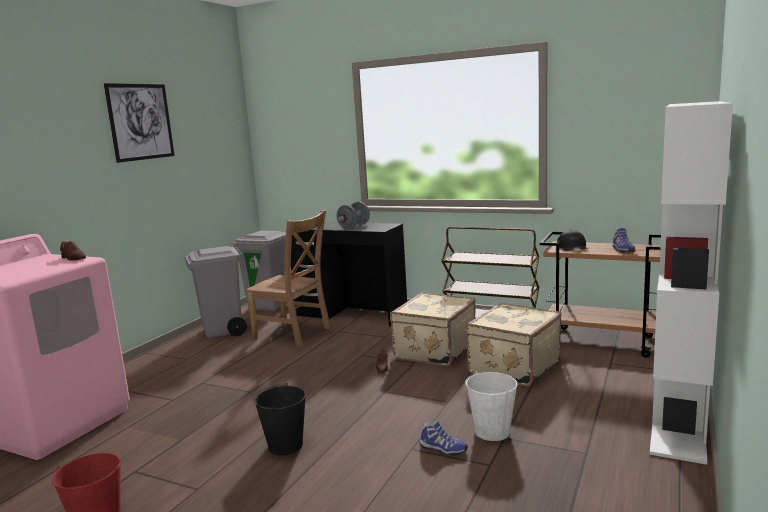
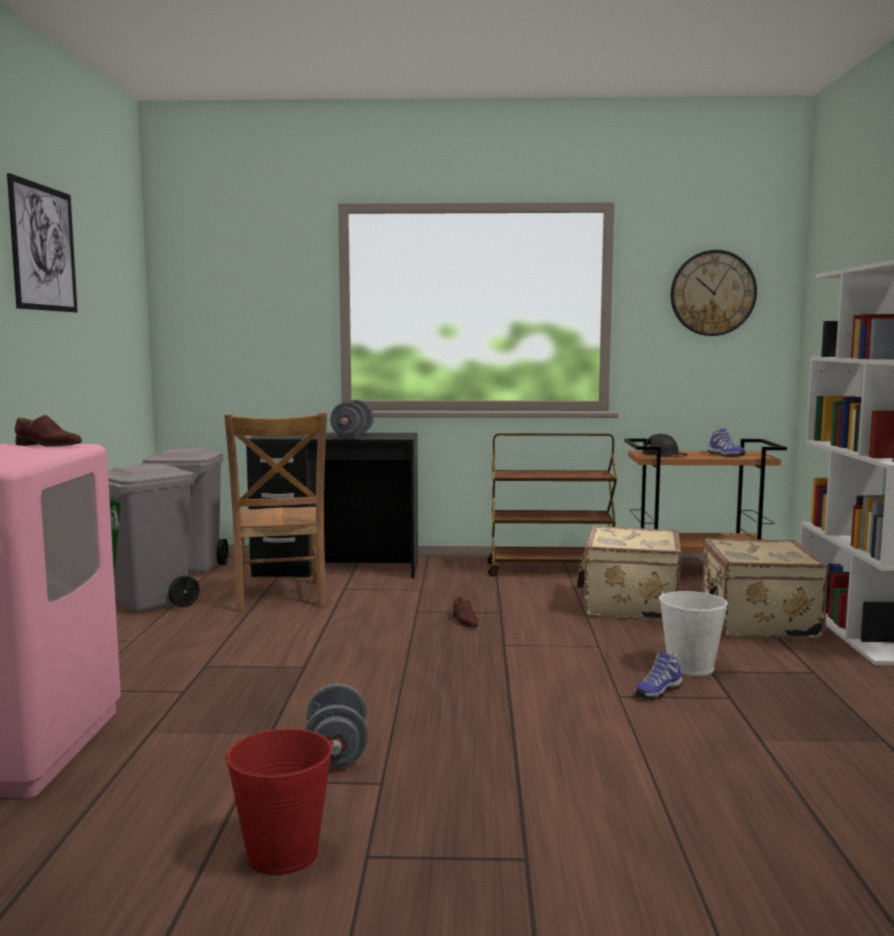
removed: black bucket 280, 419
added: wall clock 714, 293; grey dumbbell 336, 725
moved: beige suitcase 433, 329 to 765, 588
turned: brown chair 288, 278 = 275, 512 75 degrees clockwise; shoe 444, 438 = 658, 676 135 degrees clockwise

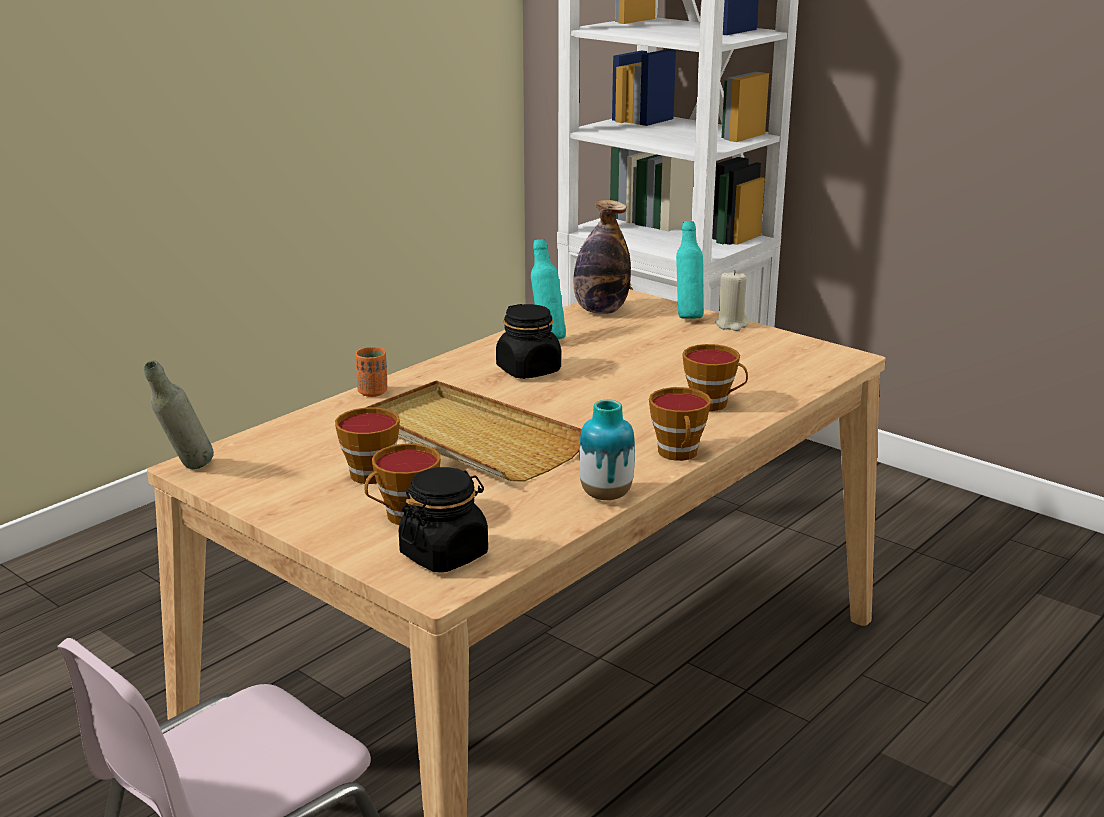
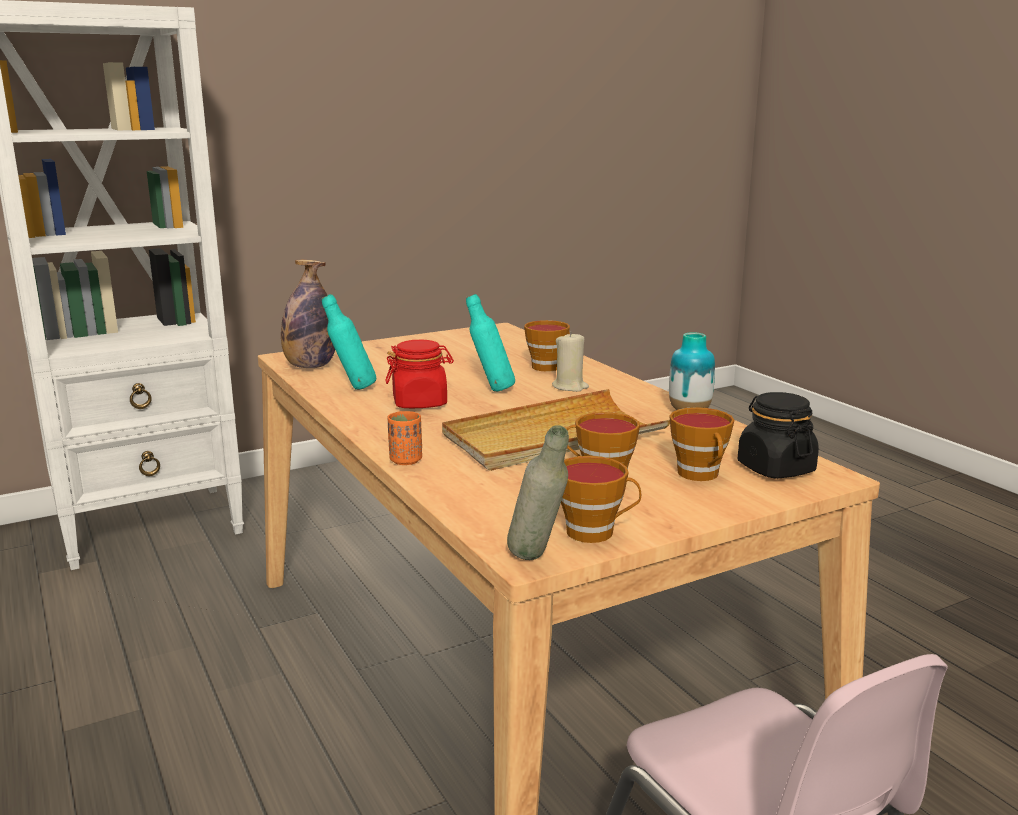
moved: turquoise bottle 690, 270 to 490, 343; beige candle 731, 300 to 570, 361; cup 680, 424 to 601, 499
recoloured: black jar 528, 341 to red jar 419, 374

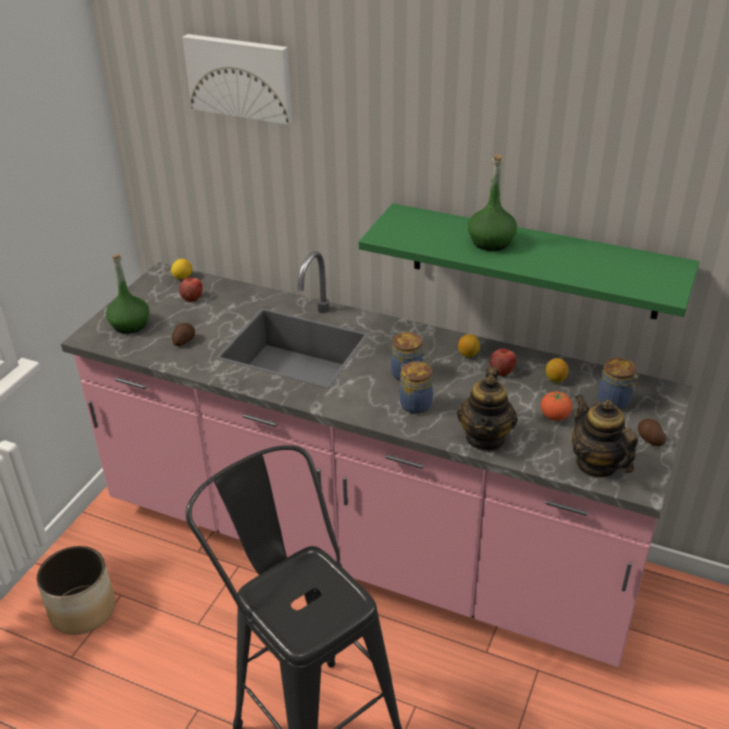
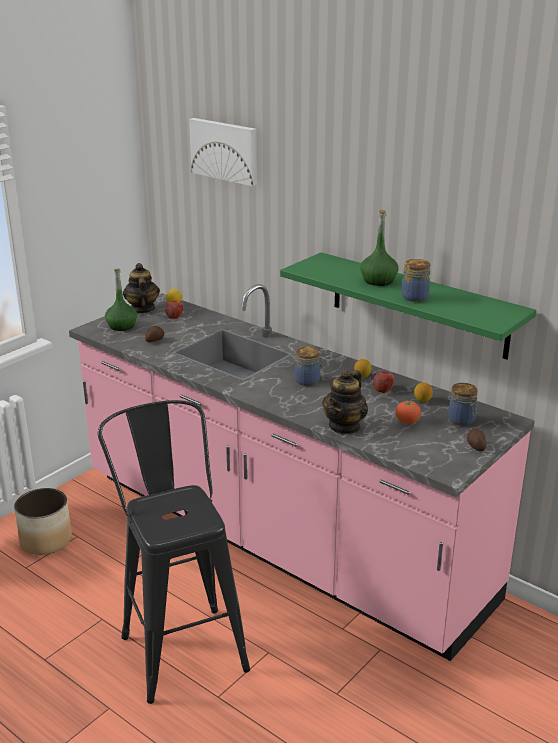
moved: jar 416, 387 to 416, 280; teapot 605, 436 to 141, 288

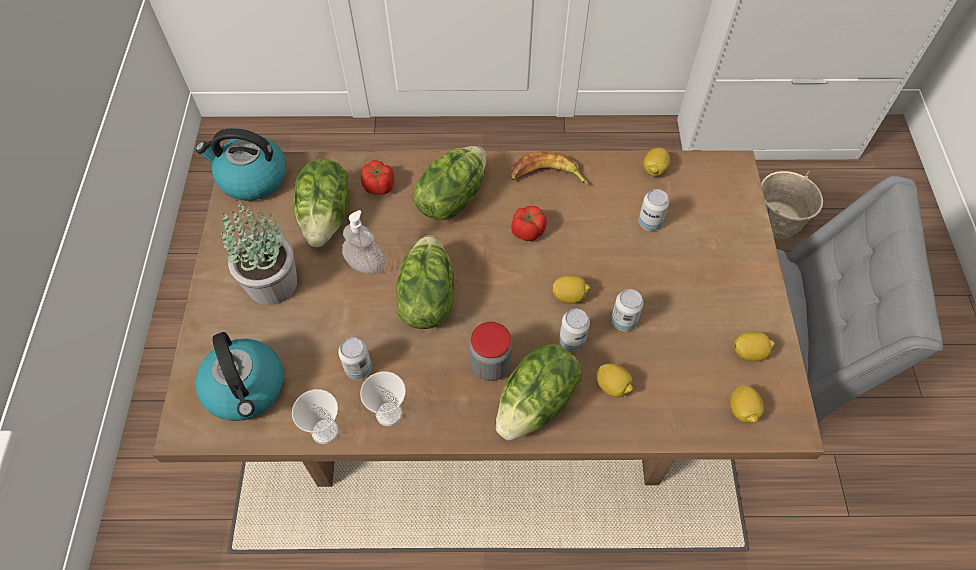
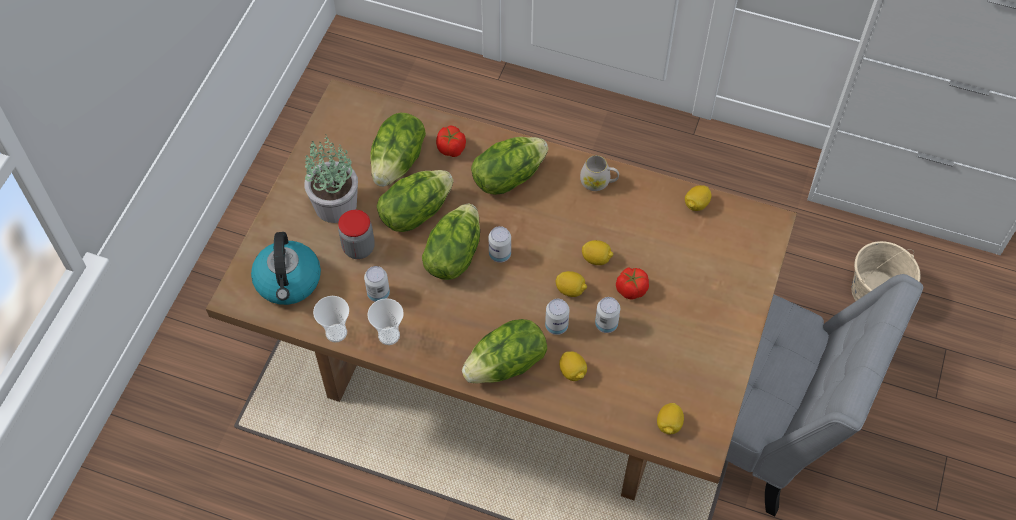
removed: kettle 241, 164
moved: can 653, 210 to 500, 244; tomato 529, 223 to 632, 284; jar 491, 351 to 356, 234; lemon 754, 346 to 598, 252
replaced: banana 550, 168 to white mug 599, 173; soap dispenser 363, 242 to lettuce 415, 201

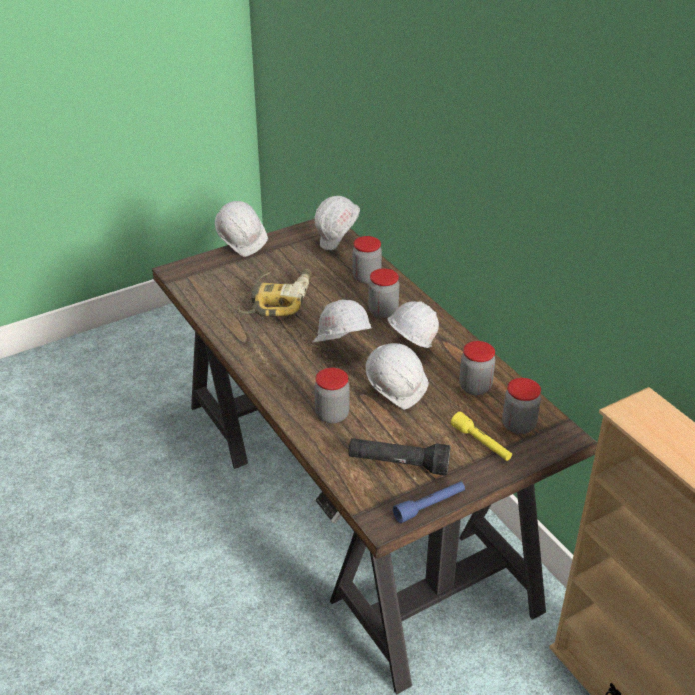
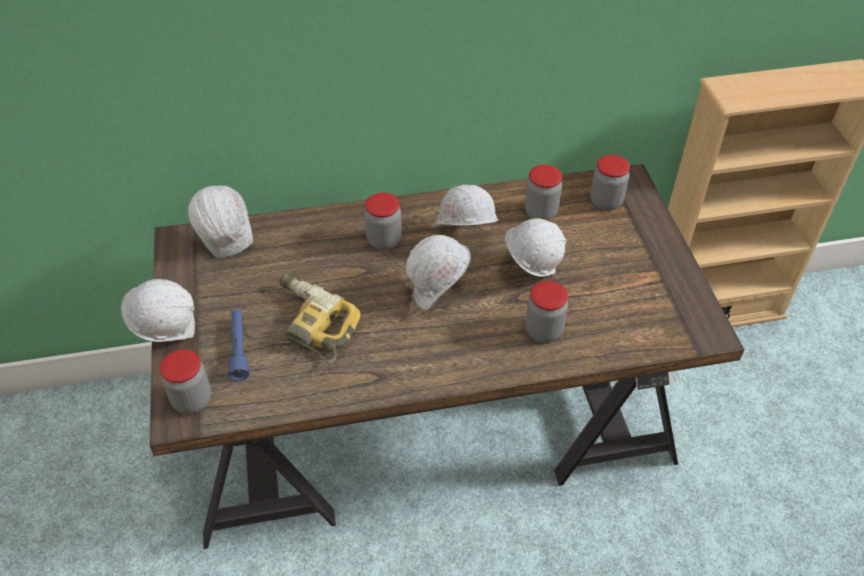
removed: yellow flashlight 481, 436; black flashlight 400, 457
moved: jar 367, 260 to 185, 381; blue flashlight 429, 502 to 239, 345

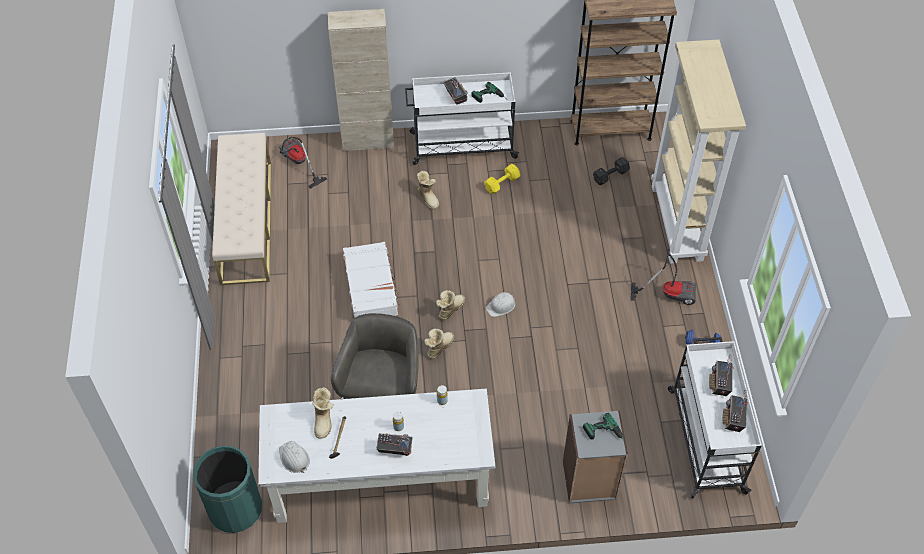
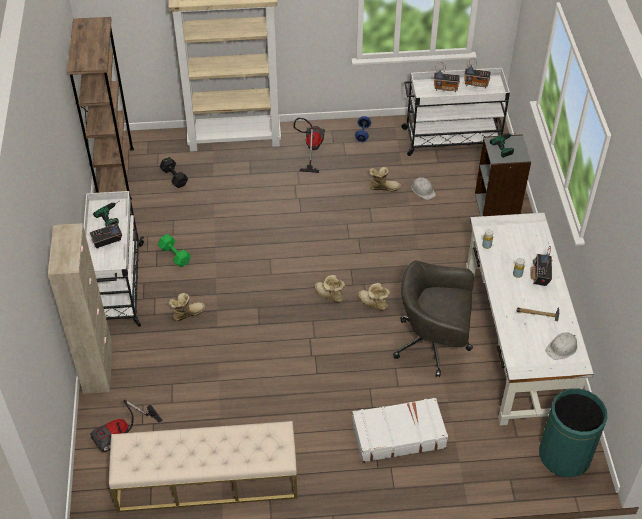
moved: white suitcase 371, 280 to 400, 430; white hard hat 500, 304 to 423, 188; boot 323, 413 to 385, 179
recoloured: yellow dumbbell 502, 179 to green dumbbell 174, 250

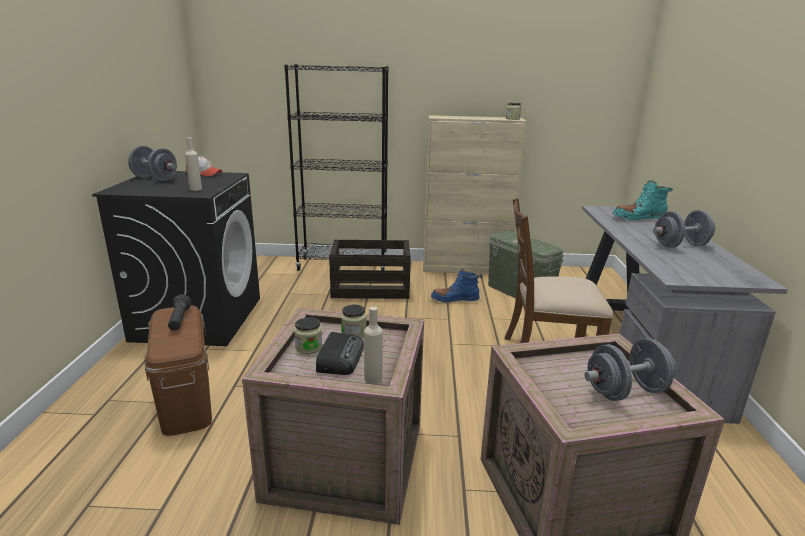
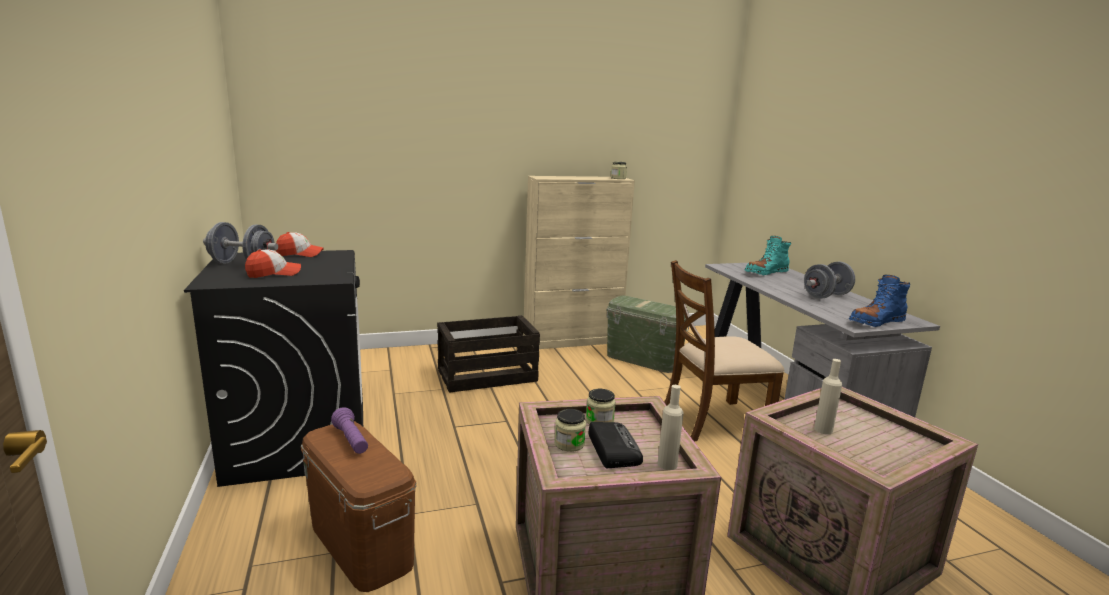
removed: black bookcase 336, 167; grey dumbbell 630, 369
added: cap 273, 263
moved: beige bottle 193, 164 to 828, 396; blue boot 457, 285 to 879, 301
recoloured: black flashlight 179, 312 to purple flashlight 349, 430

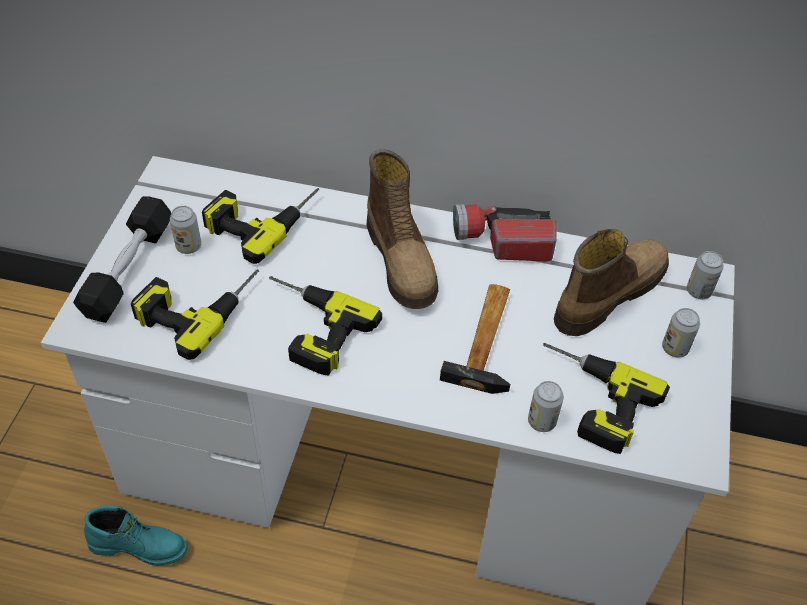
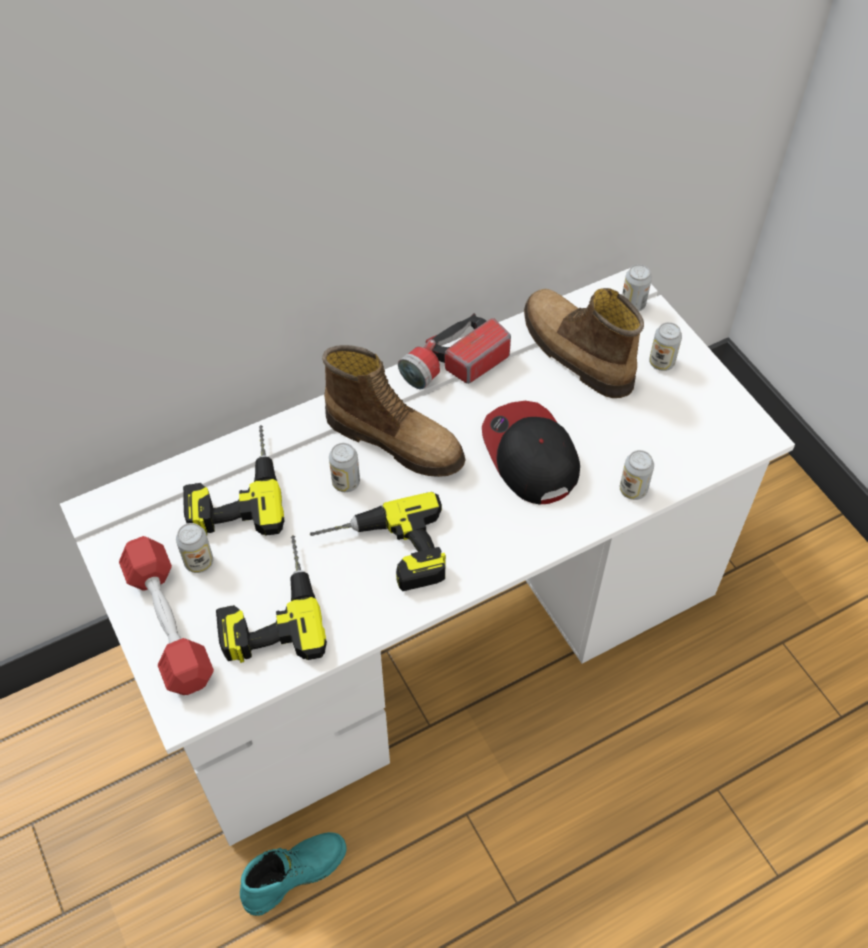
removed: power drill 606, 398
added: can 344, 467
replaced: hammer 475, 339 to cap 531, 453
recoloured: black dumbbell 122, 259 to red dumbbell 166, 615
turned: boot 611, 282 = 584, 343 45 degrees counterclockwise

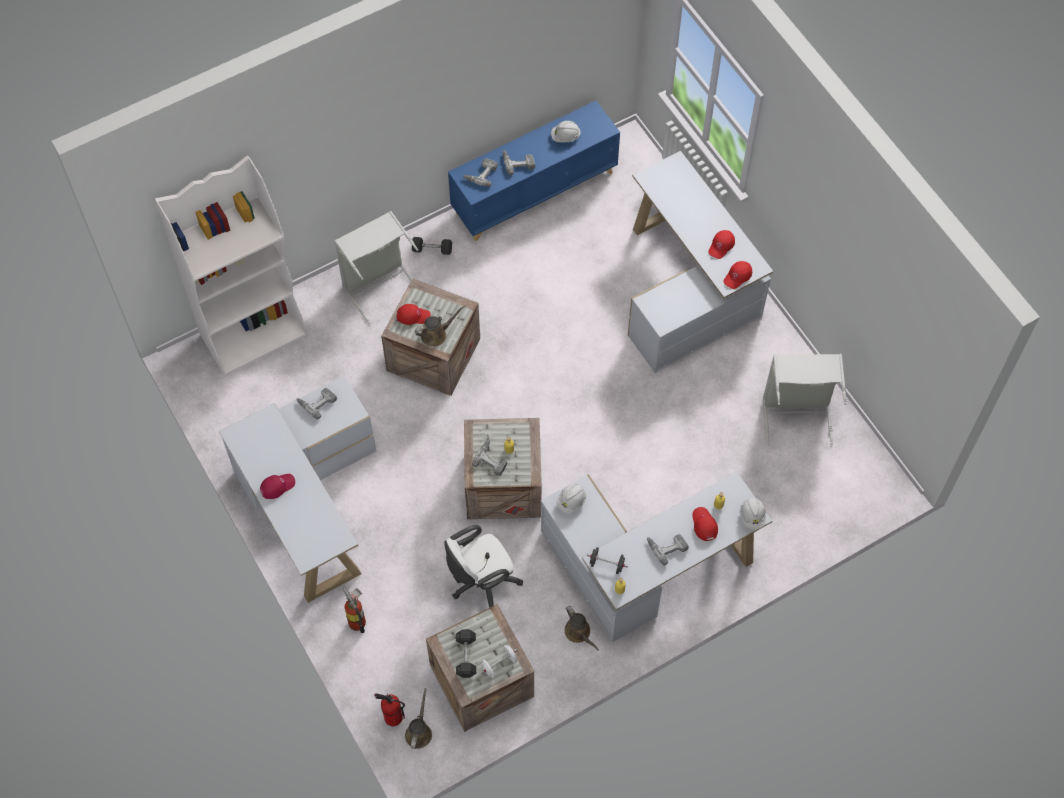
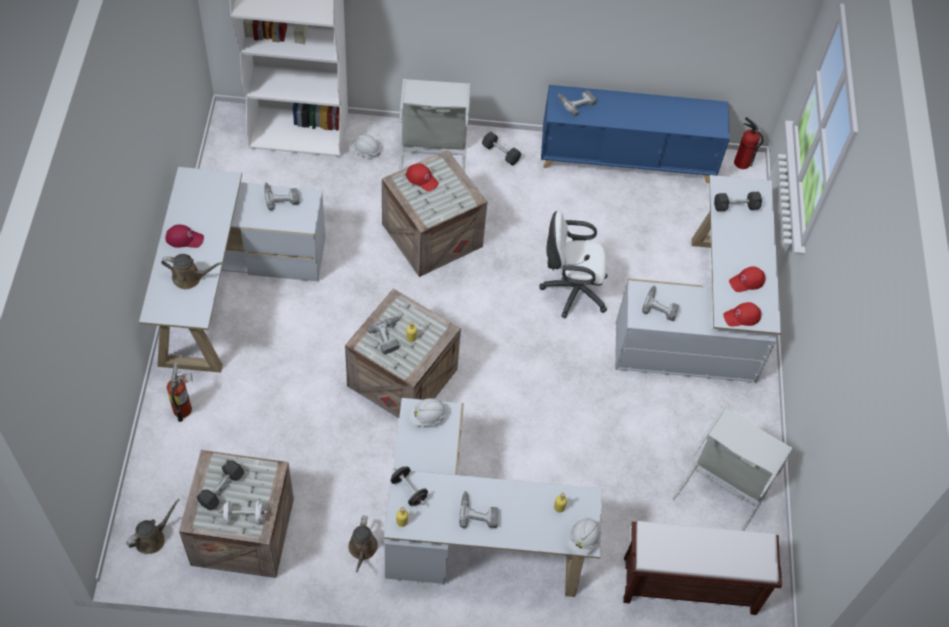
removed: red cap 705, 524
added: grey dumbbell 738, 202; brown bench 702, 568
moved: white hard hat 566, 131 to 366, 146; power drill 519, 162 to 660, 303; brown watering can 440, 325 to 192, 271; white office chair 484, 566 to 573, 264; fire extinguisher 389, 709 to 748, 143

